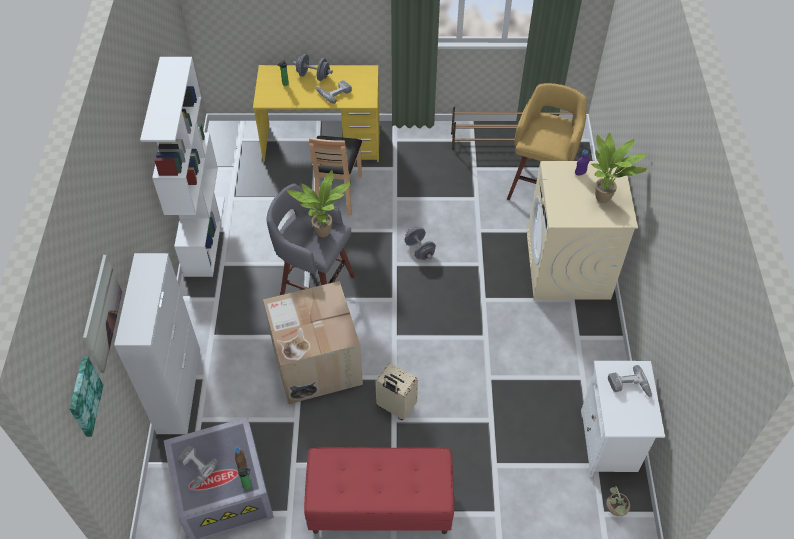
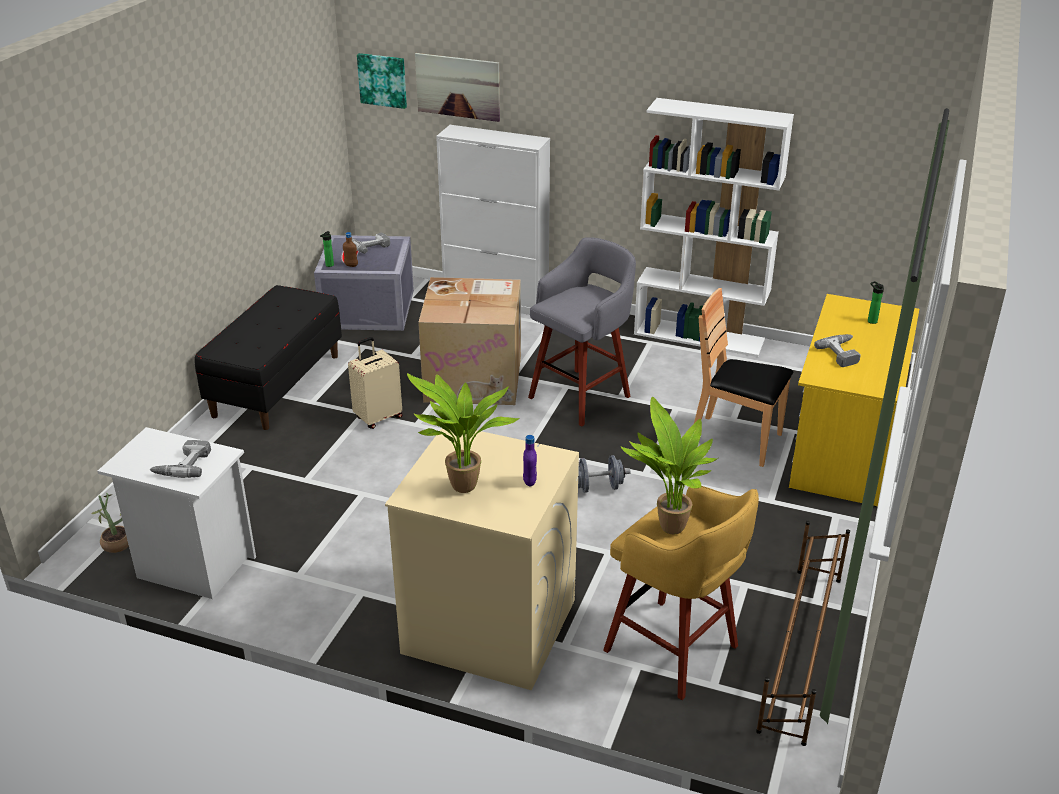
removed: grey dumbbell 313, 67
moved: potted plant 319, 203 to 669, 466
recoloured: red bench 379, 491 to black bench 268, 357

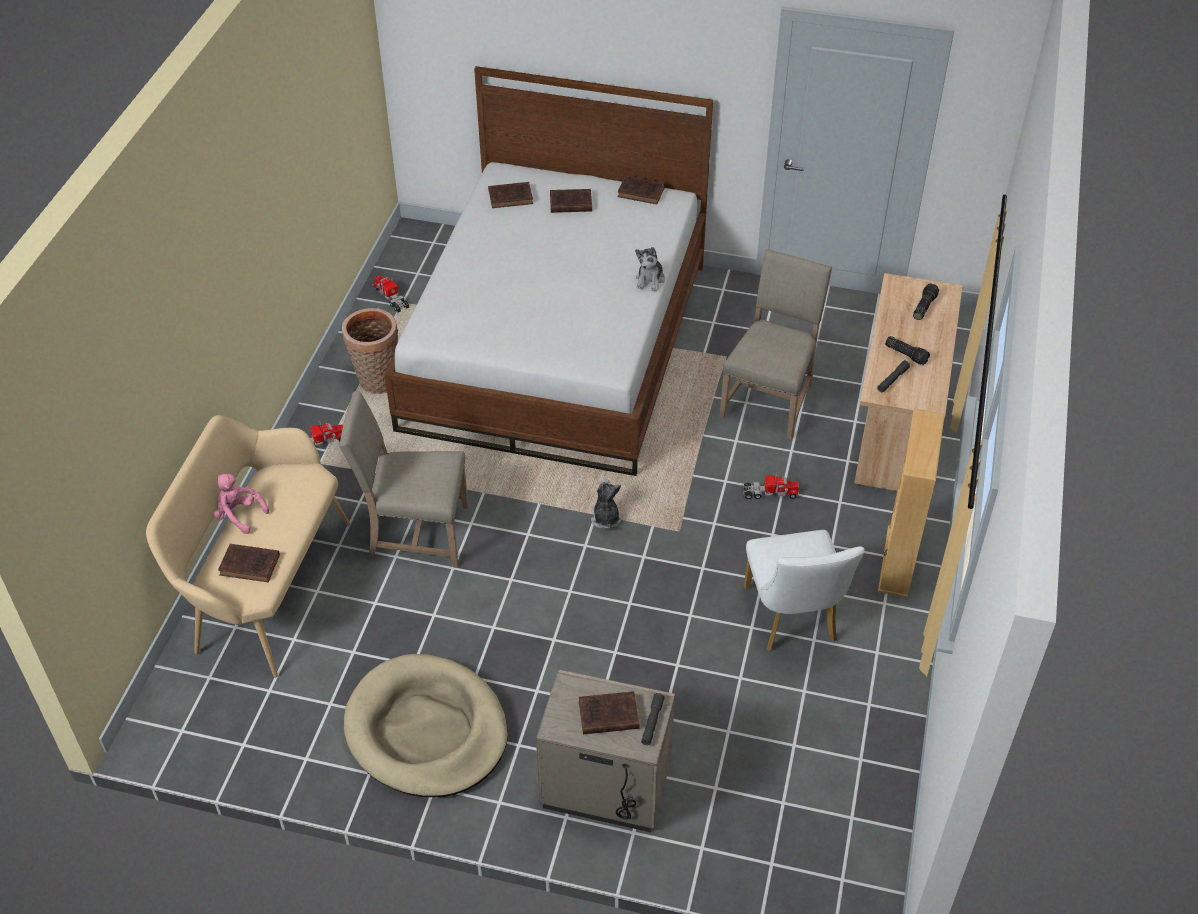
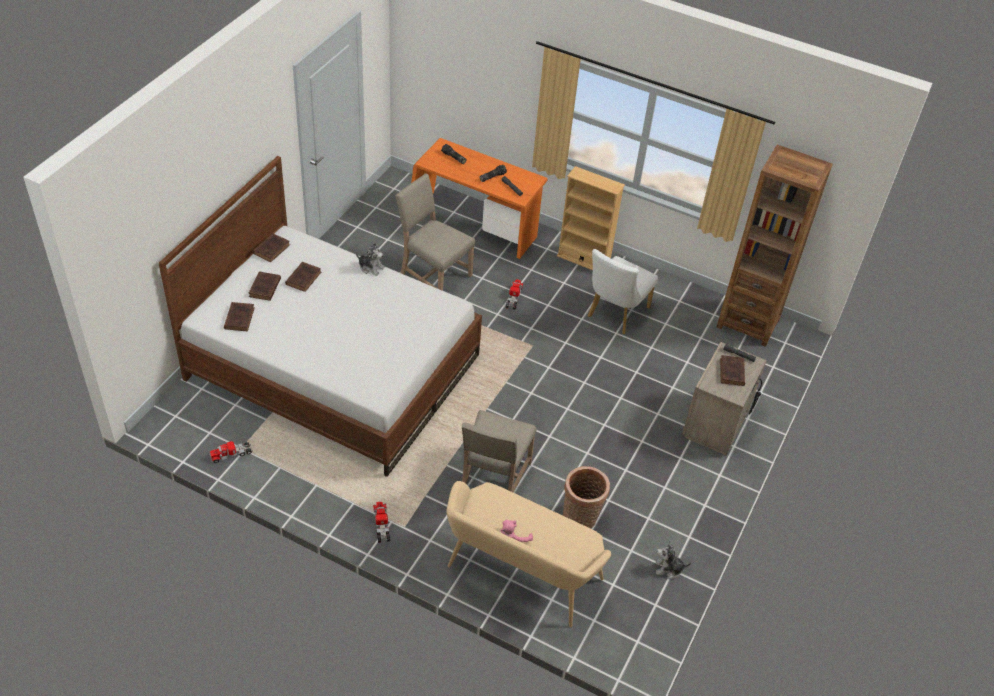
removed: beige dog bed 426, 725
added: brown bookcase 775, 246
moved: basket 370, 351 to 586, 497; plush toy 606, 504 to 673, 559; brown book 249, 563 to 303, 277
recoloured: beige desk 908, 382 to orange desk 479, 198
turned: white chair 804, 590 = 623, 291 120 degrees clockwise

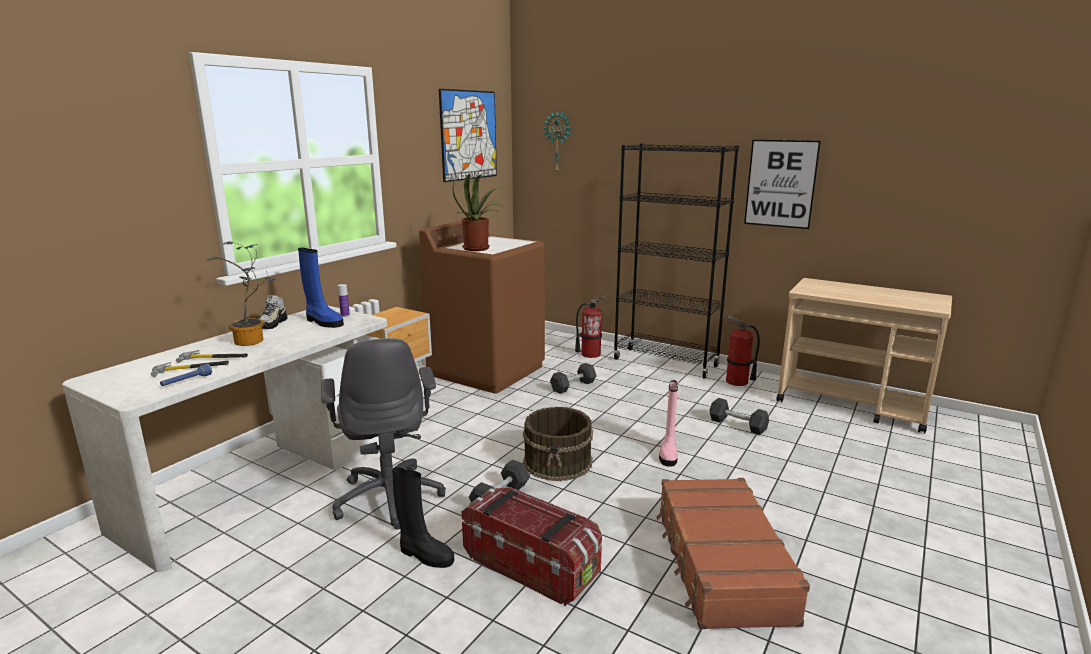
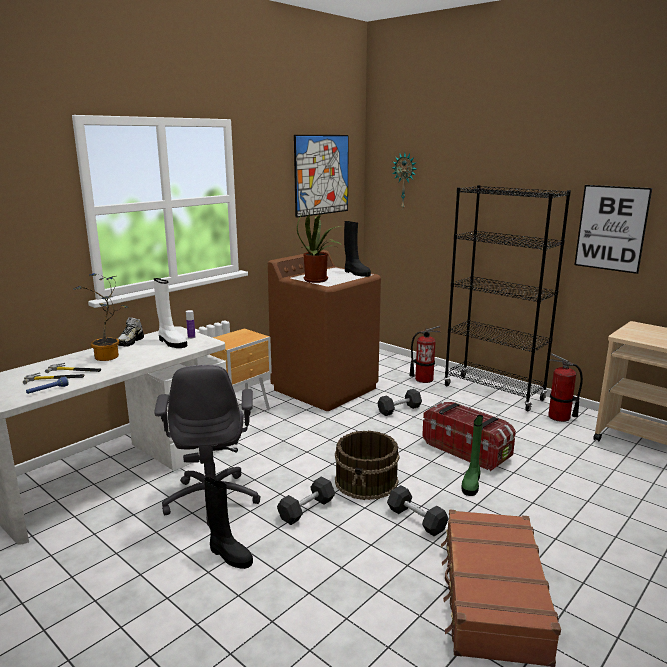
added: black boot 357, 249
moved: black dumbbell 739, 416 to 417, 511; storage box 531, 546 to 469, 436
recoloured: blue boot 321, 288 to white boot 170, 313; pink boot 668, 423 to green boot 472, 455

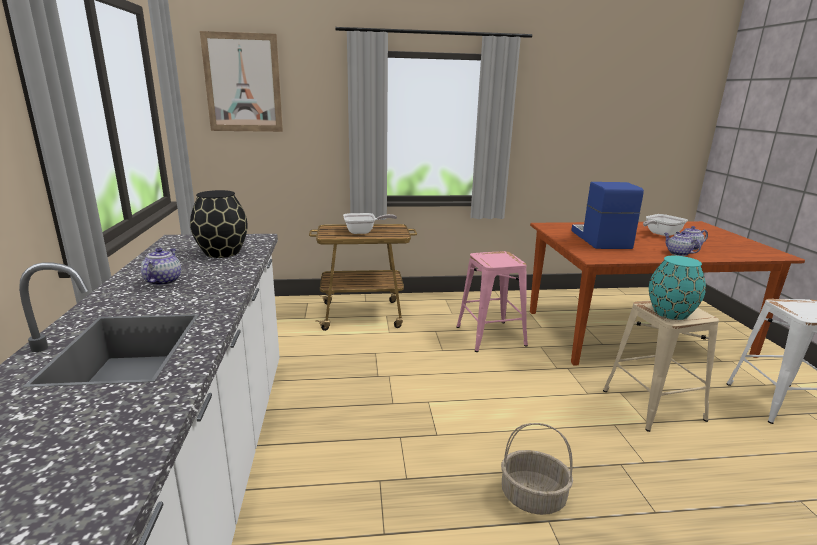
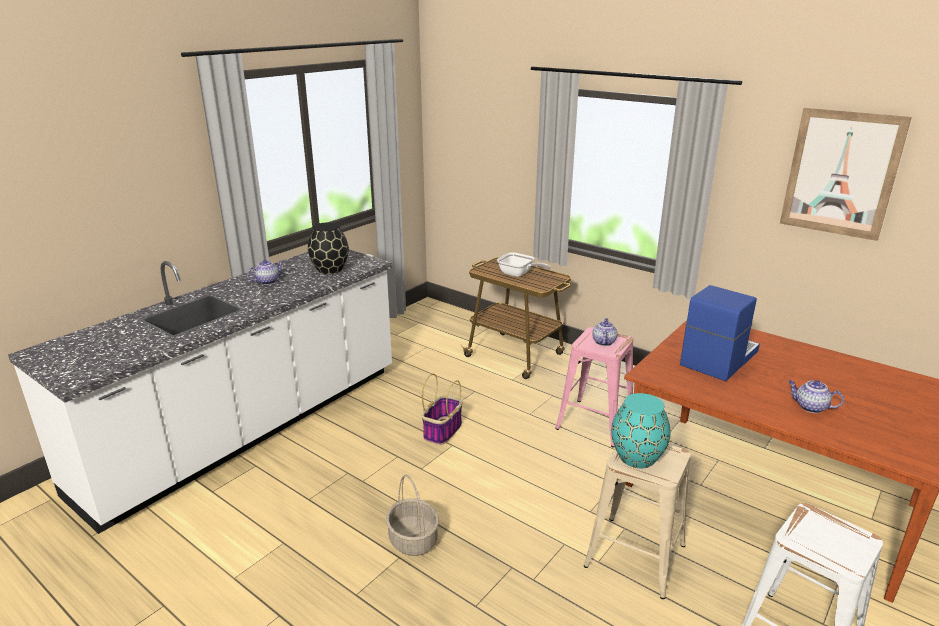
removed: frying pan 665, 225
added: basket 442, 409
moved: picture 241, 81 to 846, 174; teapot 682, 243 to 604, 332

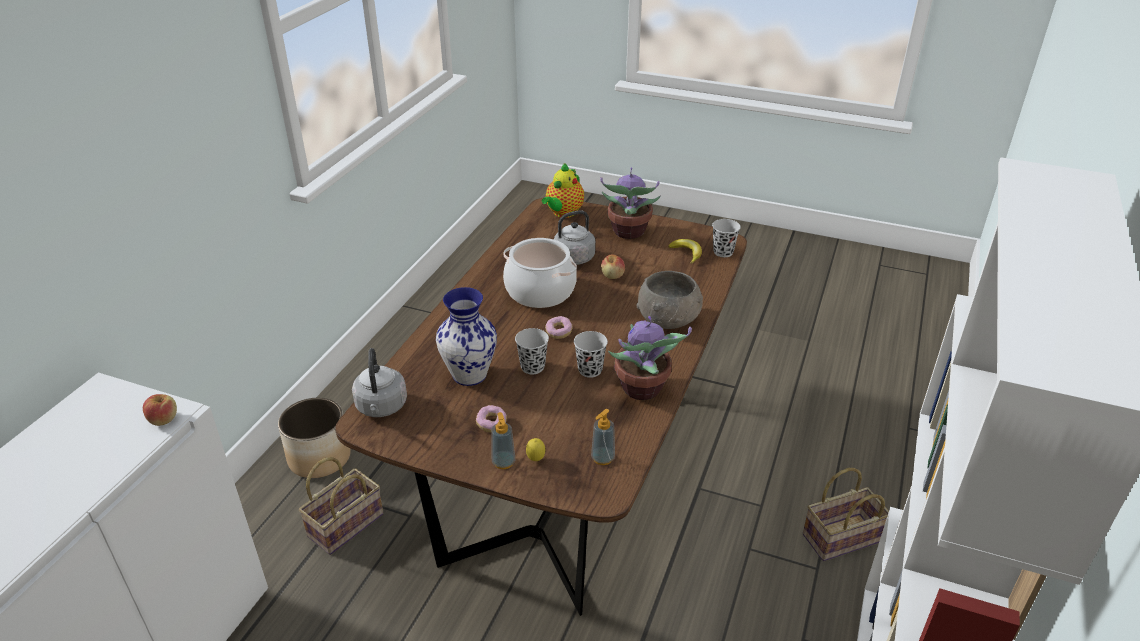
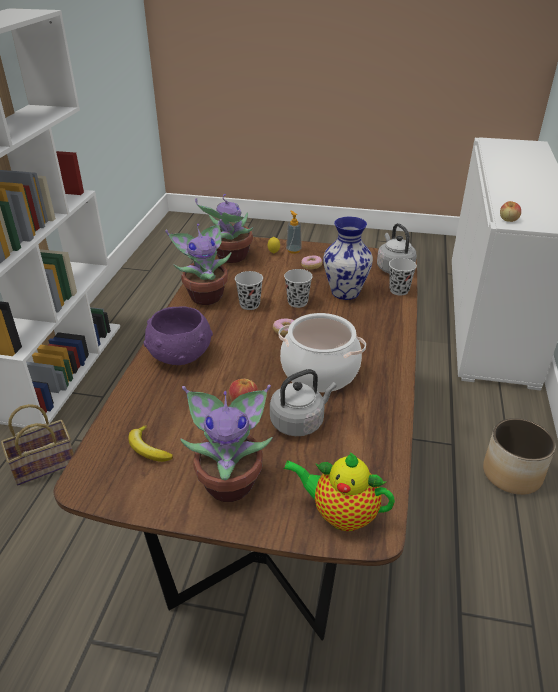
removed: basket 341, 506
moved: black cup 726, 238 to 403, 277
replaced: soap dispenser 603, 437 to potted plant 224, 228
recoloured: grey bowl 669, 300 to purple bowl 178, 335
turned: teapot 563, 190 = 339, 491 90 degrees counterclockwise

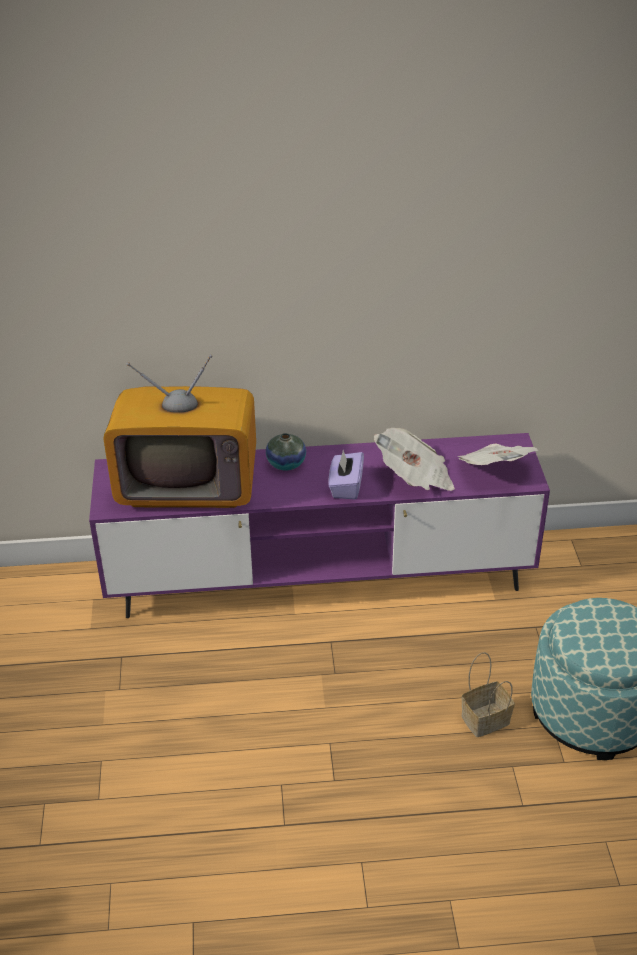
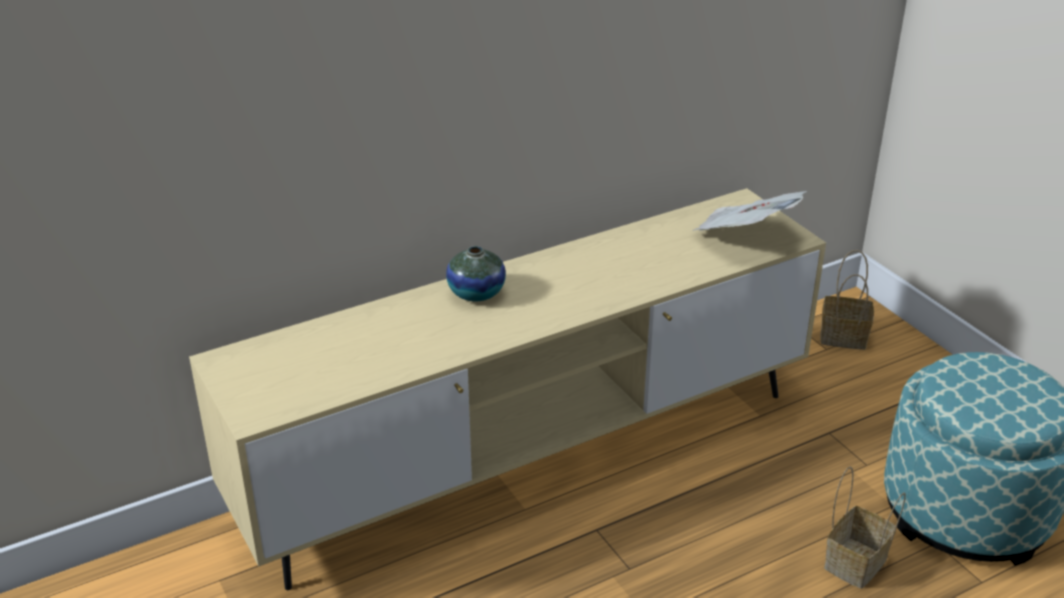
removed: television 179, 431; newspaper 414, 459; purple tissue box 346, 475
added: basket 847, 300
recoloured: purple tv stand 319, 525 to beige tv stand 507, 389

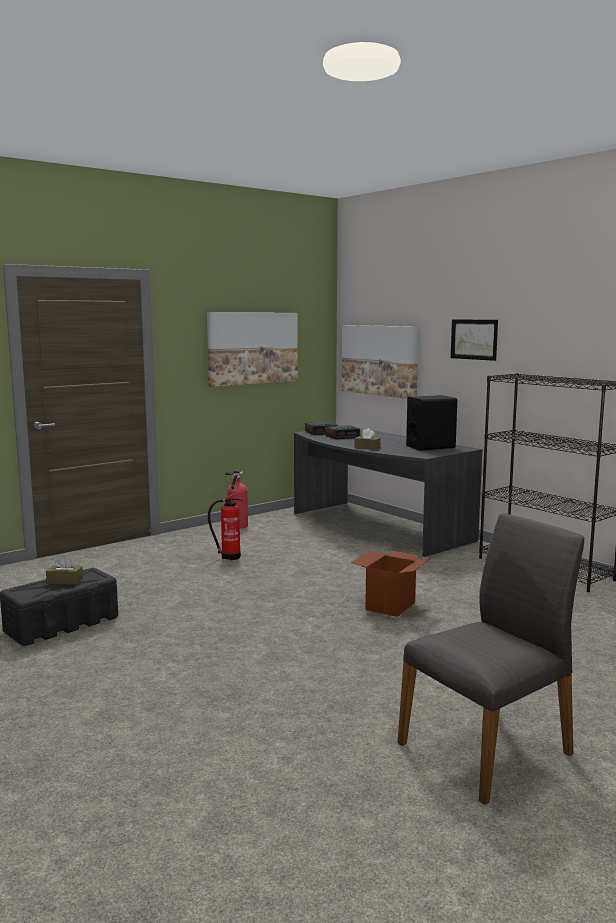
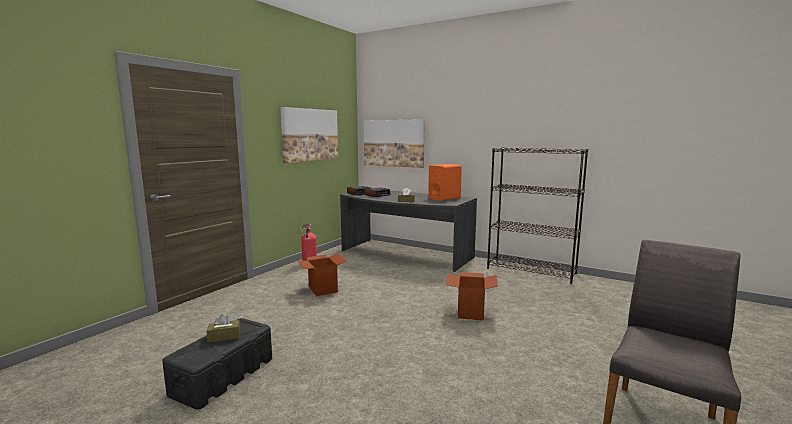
removed: picture 474, 340
replaced: fire extinguisher 225, 526 to cardboard box 322, 274
recoloured: black speaker 431, 422 to orange speaker 445, 182

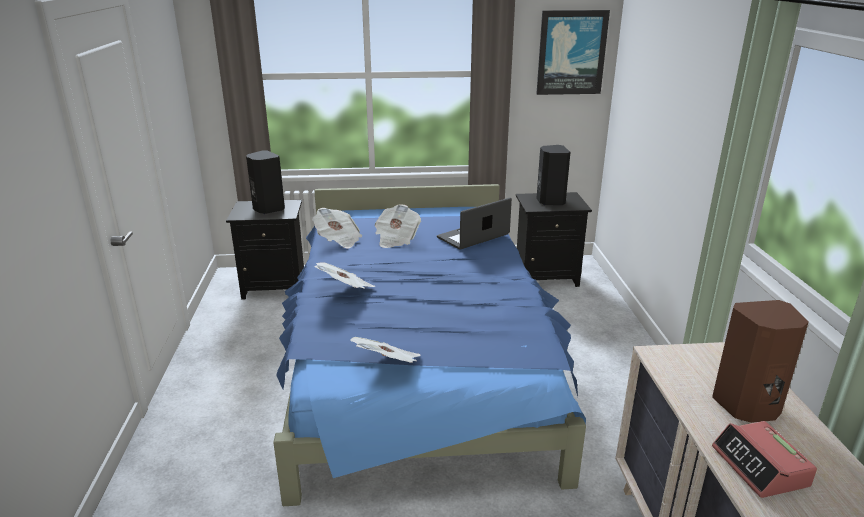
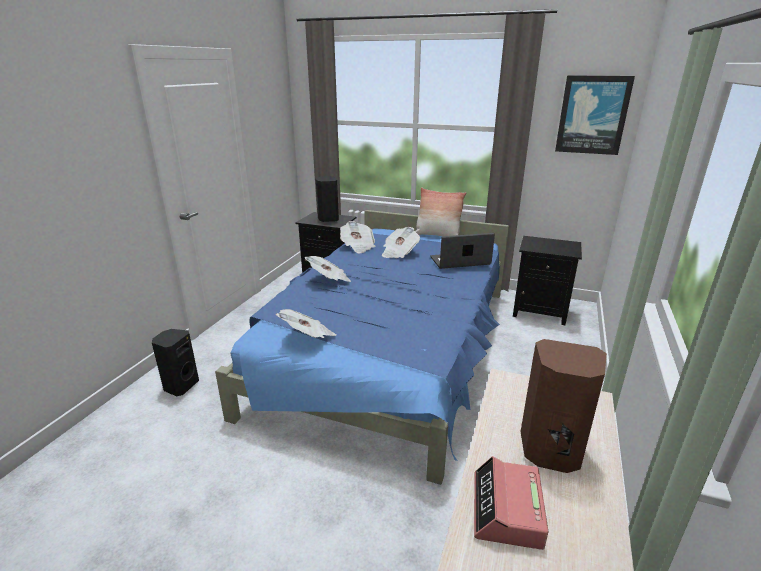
added: pillow 440, 211
moved: black speaker 553, 175 to 175, 362

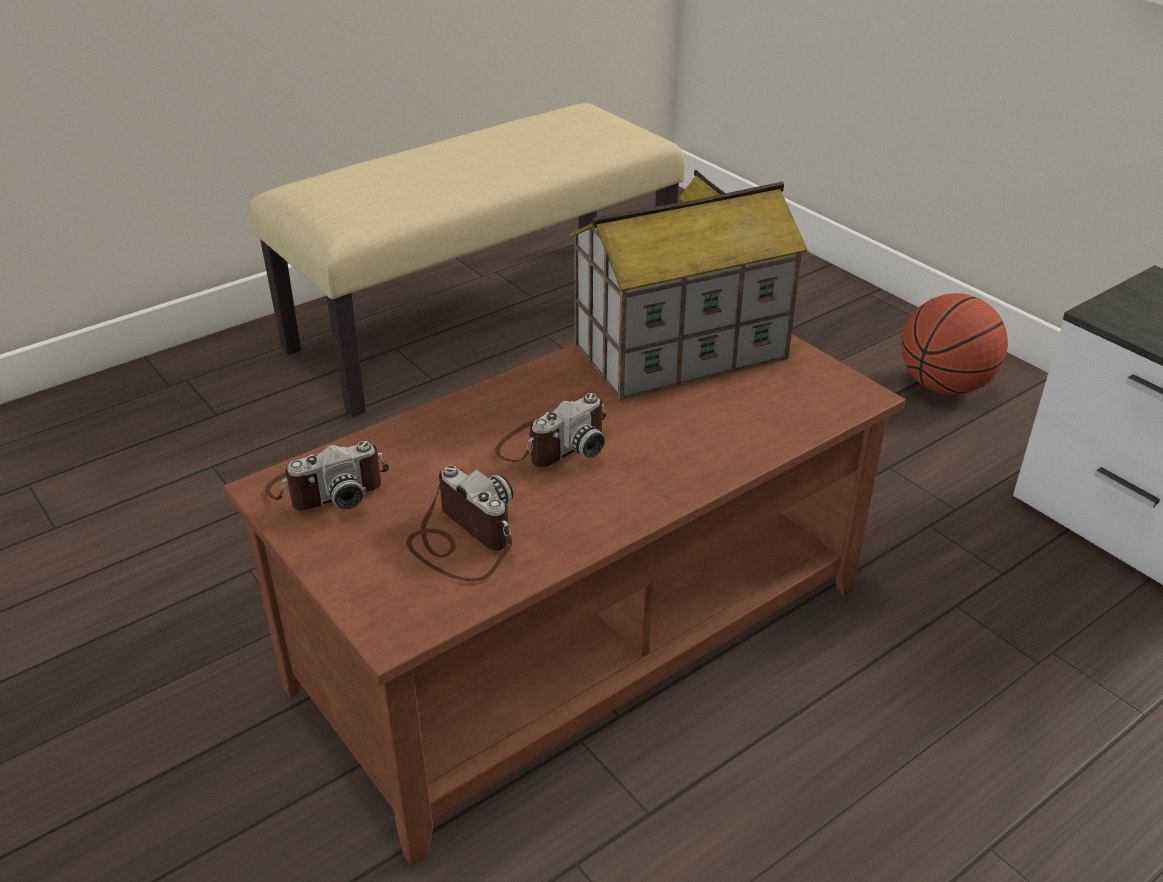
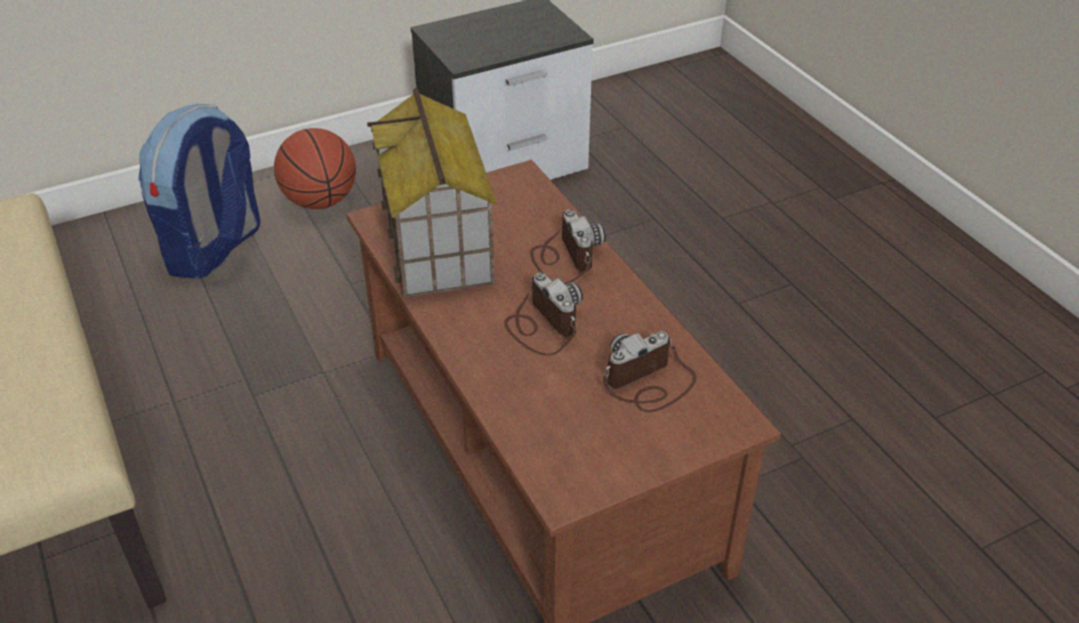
added: backpack 199, 191
moved: photo camera 327, 476 to 568, 246

